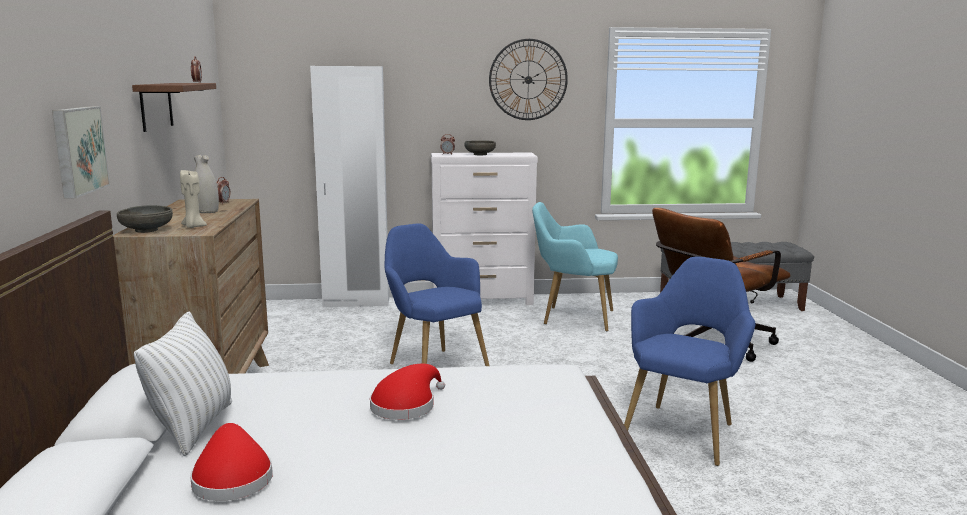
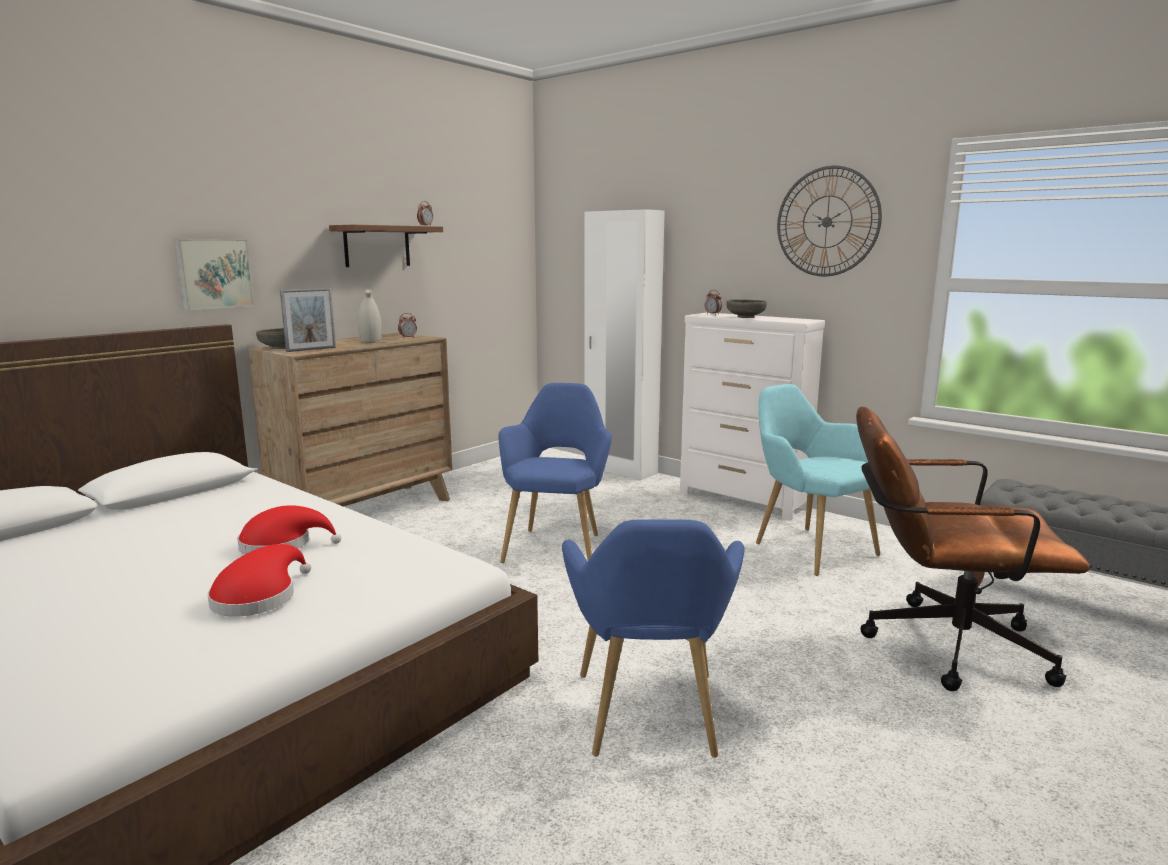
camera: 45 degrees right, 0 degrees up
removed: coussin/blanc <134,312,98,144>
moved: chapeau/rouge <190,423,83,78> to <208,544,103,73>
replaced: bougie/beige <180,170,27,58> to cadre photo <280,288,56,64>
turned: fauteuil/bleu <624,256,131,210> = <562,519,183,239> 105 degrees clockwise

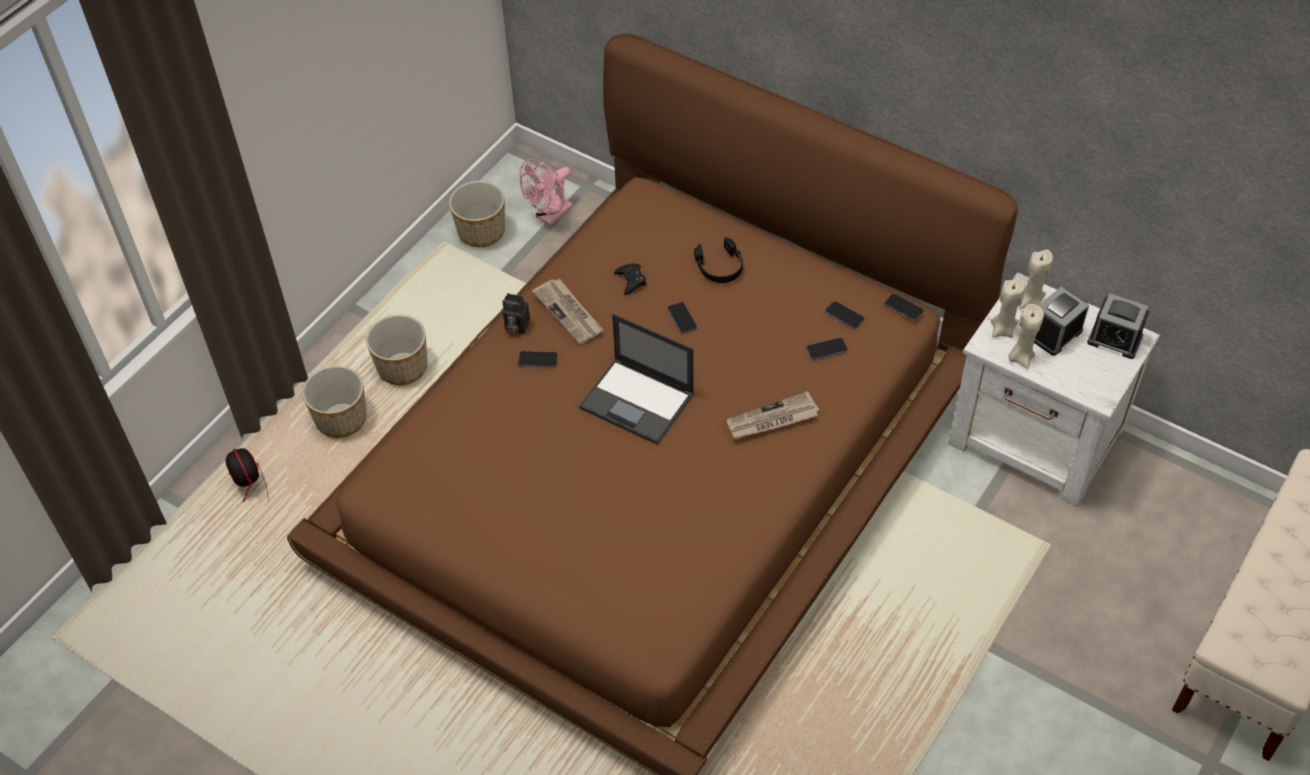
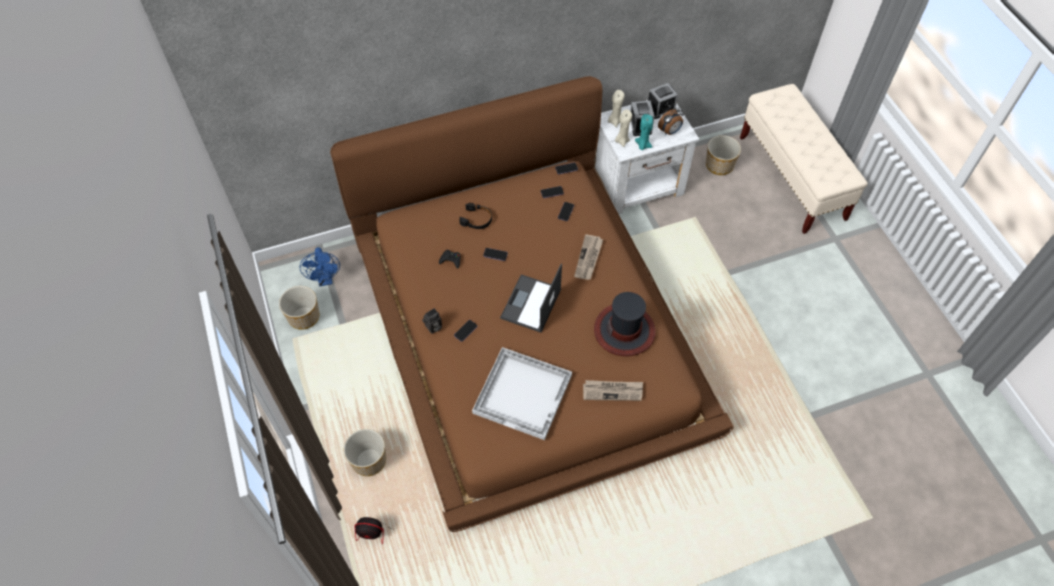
camera: 55 degrees left, 5 degrees up
added: plateau/blanc <472,347,100,93>; chapeau <594,292,62,64>; réveil <658,108,26,27>
moved: cache-pot <366,315,61,70> to <706,135,35,40>; journal <532,279,72,66> to <583,380,60,21>
recoloured: ventilateur/rose <520,159,53,67> to ventilateur/bleu <299,247,41,40>; bougie/beige <1009,304,35,65> to bougie/turquoise <635,114,18,36>
turned: ordinateur portable <579,313,115,132> = <500,263,62,70> 135 degrees clockwise

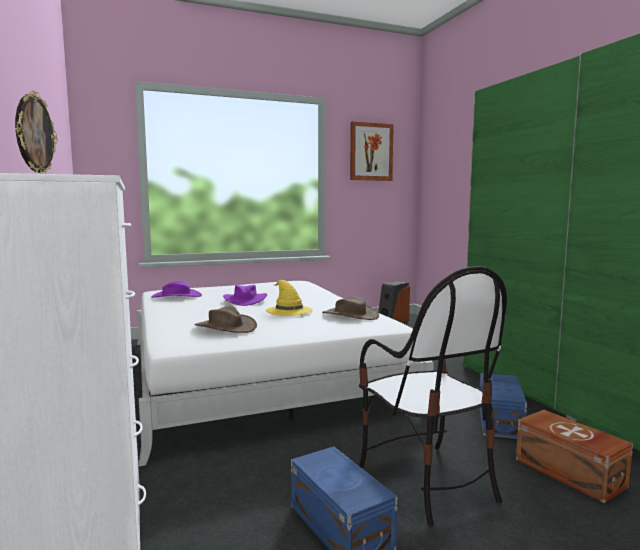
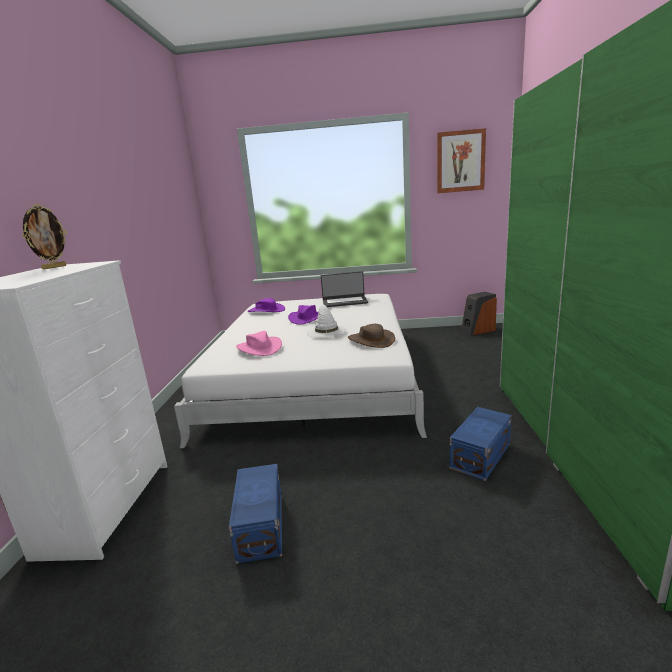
camera: 25 degrees right, 10 degrees up
removed: chaise <359,266,148,260>; boîte de rangement/marron <516,410,117,93>
added: ordinateur portable <321,271,47,36>
recoloured: chapeau/marron <194,306,63,27> to chapeau/rose <236,331,46,25>; chapeau/jaune <266,280,47,36> to chapeau/blanc <307,305,40,33>

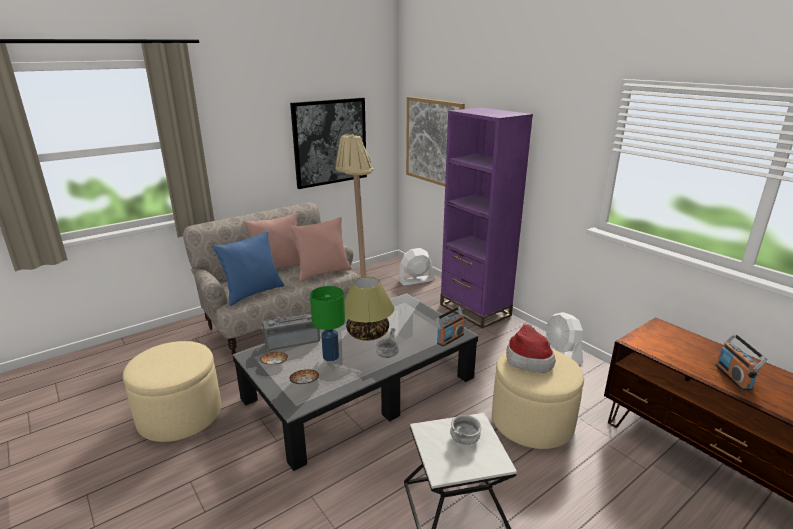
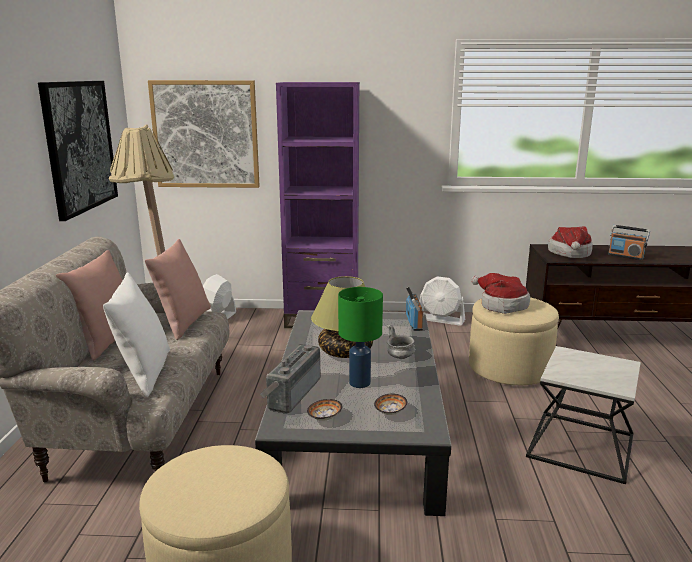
camera: 50 degrees left, 5 degrees down
removed: bol/gris <450,415,31,30>
added: chapeau <548,227,45,31>
recoloured: coussin/bleu <212,231,72,75> to coussin/blanc <103,272,67,125>

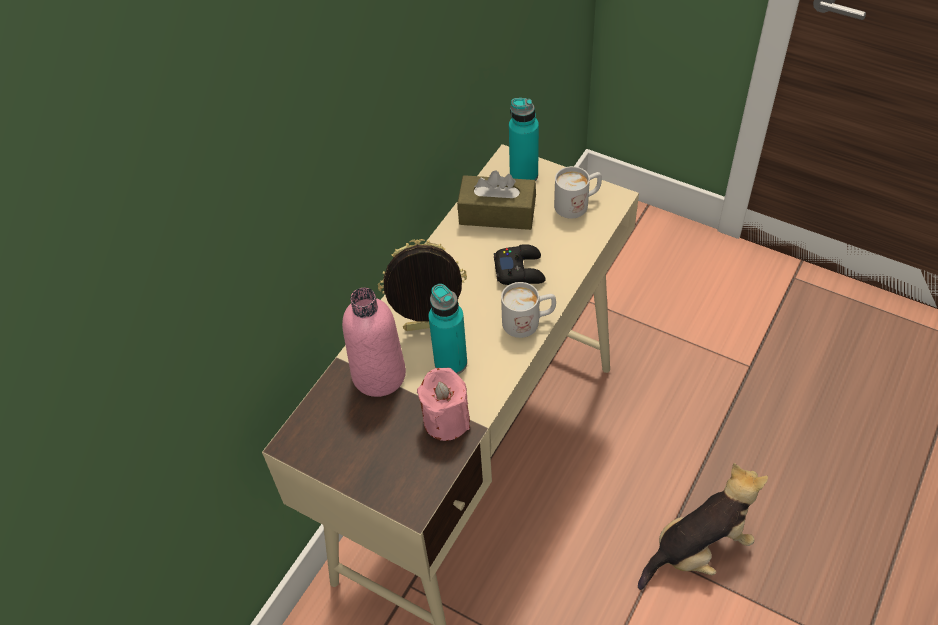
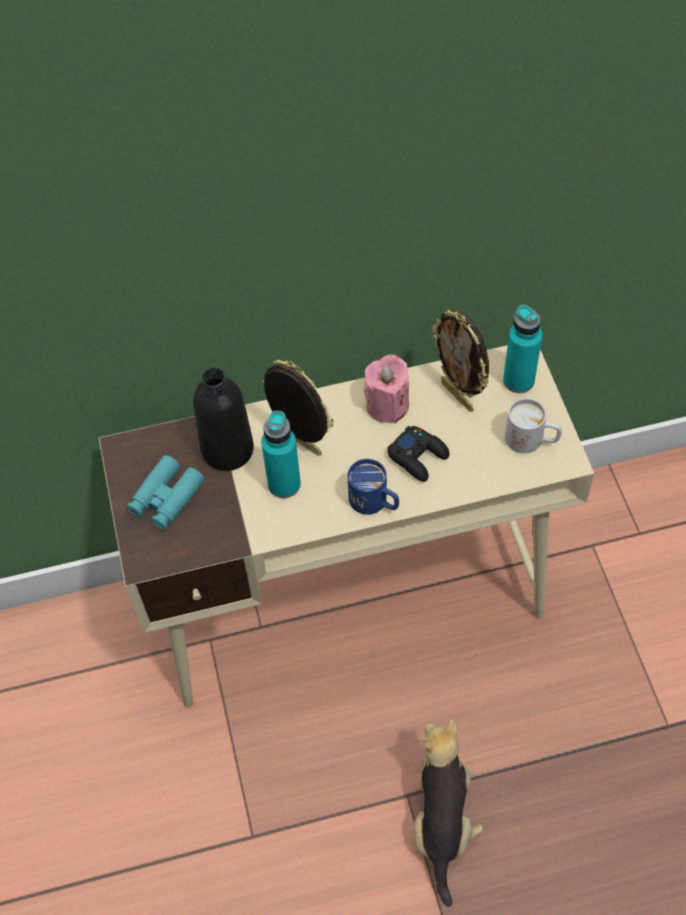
camera: 45 degrees right, 5 degrees up
added: jumelles/turquoise <127,455,78,75>
moved: bougie/rose <417,368,53,73> to <364,355,45,68>
replaced: boîte à mouchoirs/marron <457,170,79,60> to cadre photo <431,309,58,103>
recoloured: bouteille/rose <342,288,64,109> to bouteille/noir <193,368,61,103>; mug/blanc <501,282,55,56> to mug/bleu <348,459,51,56>
turned: peluche <638,463,130,127> = <414,720,70,187> 105 degrees counterclockwise

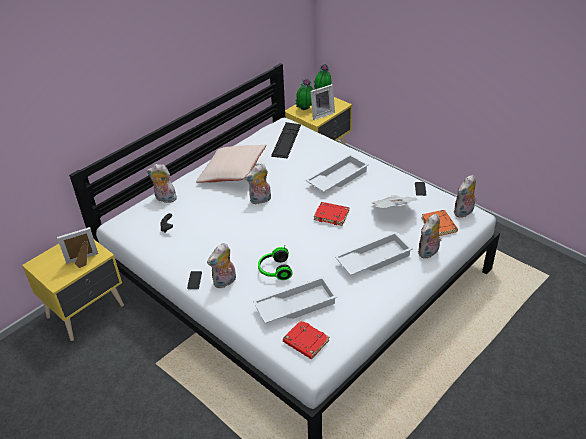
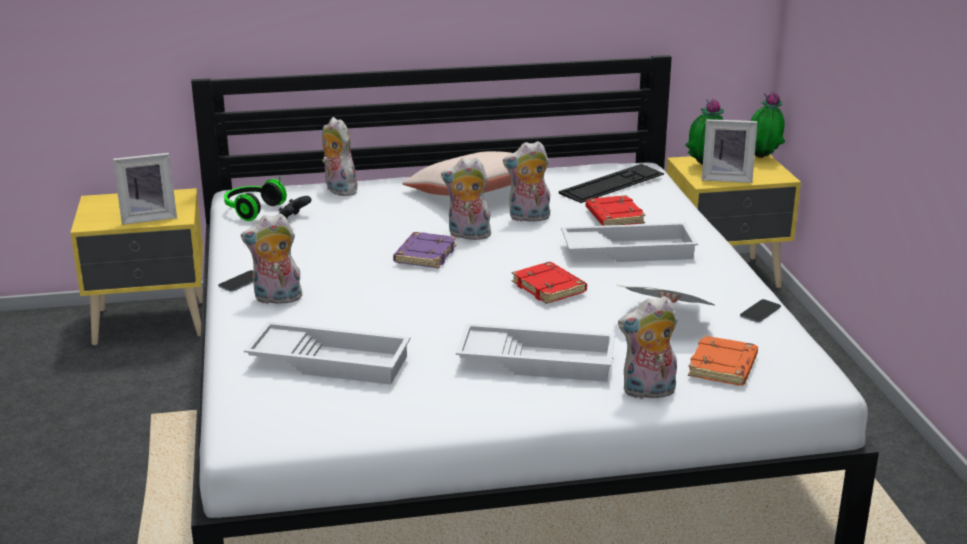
camera: 35 degrees right, 15 degrees down
added: livre/violet <393,232,63,36>
moved: casque audio <258,246,35,34> to <224,176,63,45>; livre/rouge <283,320,47,39> to <586,195,60,31>; peluche <453,175,23,43> to <503,141,47,81>
turned: cadre photo <57,227,41,41> = <113,153,64,72> 150 degrees clockwise

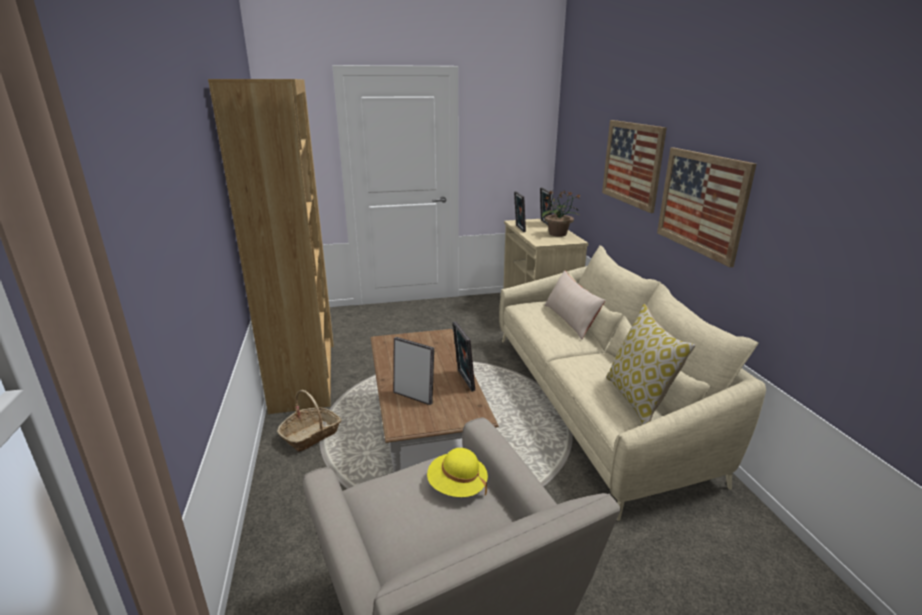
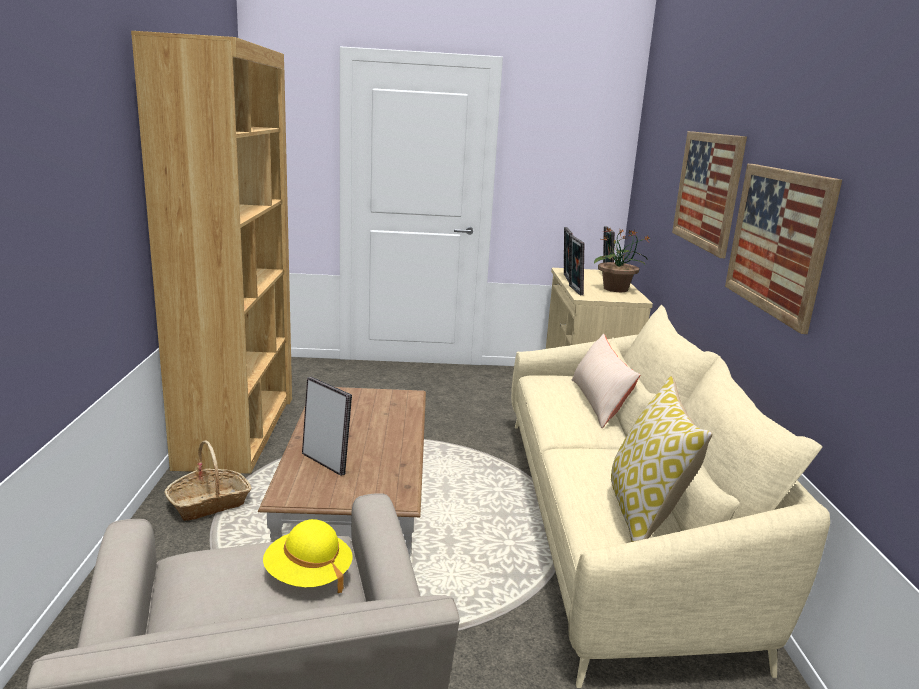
camera: 10 degrees right, 5 degrees down
moved: cadre photo <452,321,23,70> to <569,235,15,60>

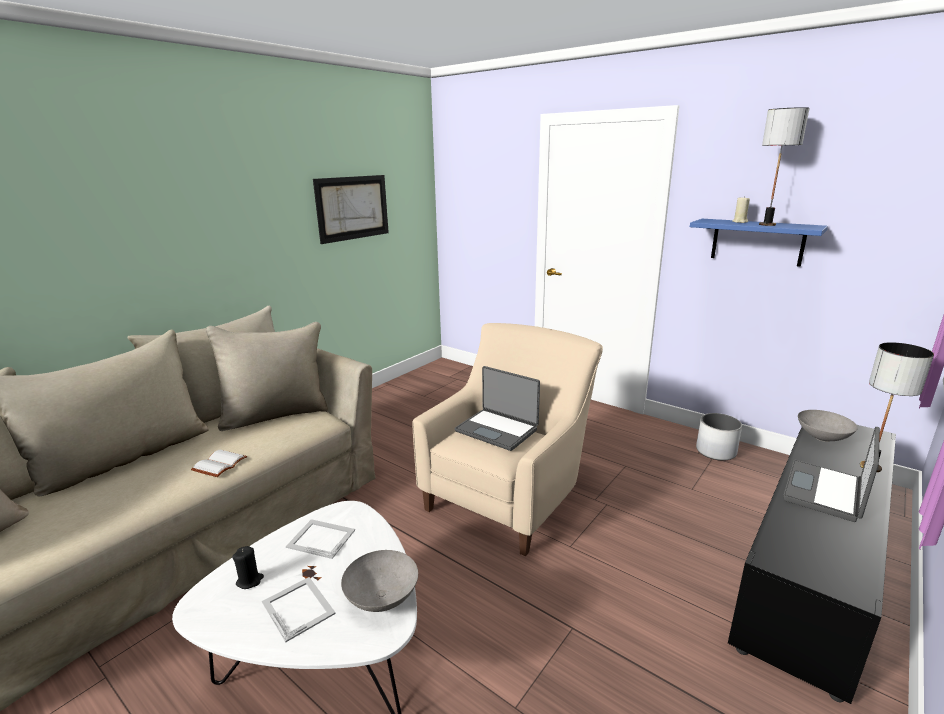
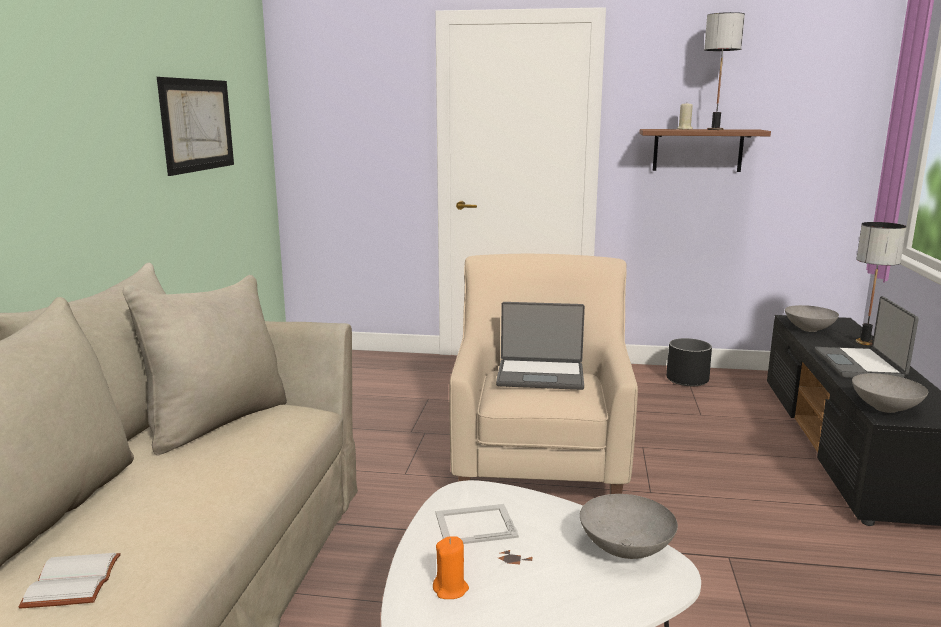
camera: 30 degrees left, 5 degrees down
removed: cadre photo <262,577,74,66>
added: bol/gris <852,373,76,40>
moved: livre/blanc <191,450,56,27> to <19,553,102,56>
recoloured: bougie/noir <232,546,32,43> to bougie/orange <433,536,36,63>; étagère/bleu <690,219,138,48> to étagère/marron <639,129,132,43>; cache-pot/blanc <696,413,46,48> to cache-pot/noir <666,338,46,48>

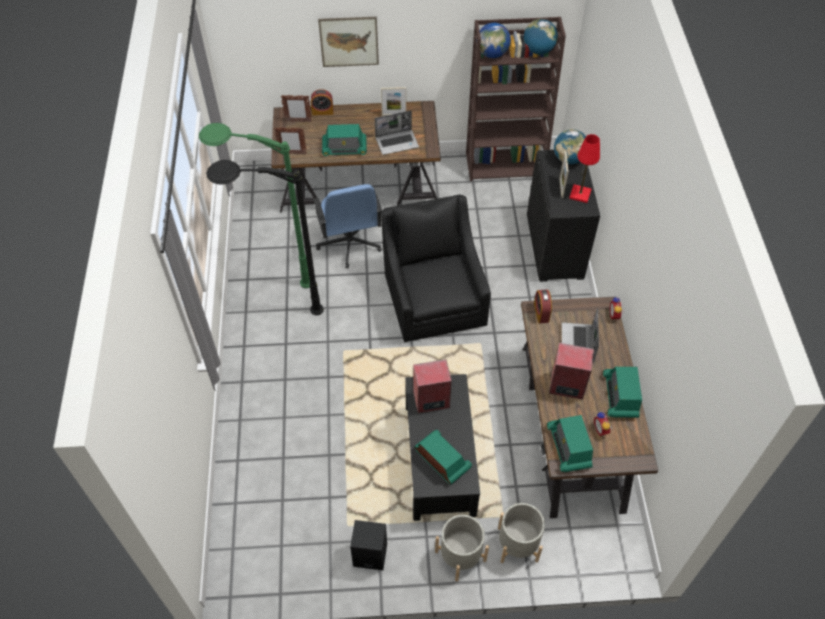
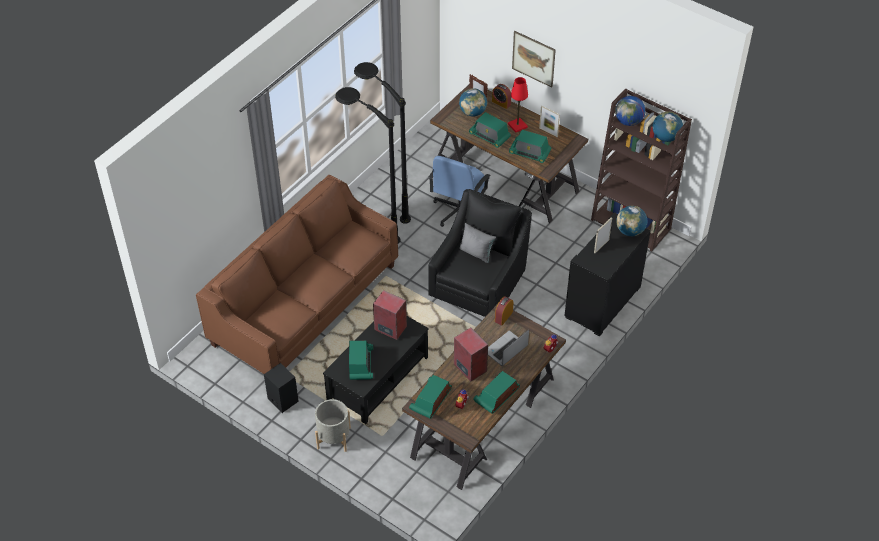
camera: 40 degrees right, 5 degrees down
removed: cadre photo <274,128,33,26>; cache-pot/gris <498,503,47,60>
added: canapé/marron <196,175,202,199>; globe <459,88,28,28>; coussin/gris <459,223,37,40>
moved: lampe de table/rouge <569,134,31,69> to <508,77,20,56>
replaced: ordinateur portable <375,111,44,44> to radio <509,130,42,33>
recoloured: lampadaire/vert <199,123,111,165> to lampadaire/noir <354,62,57,162>

